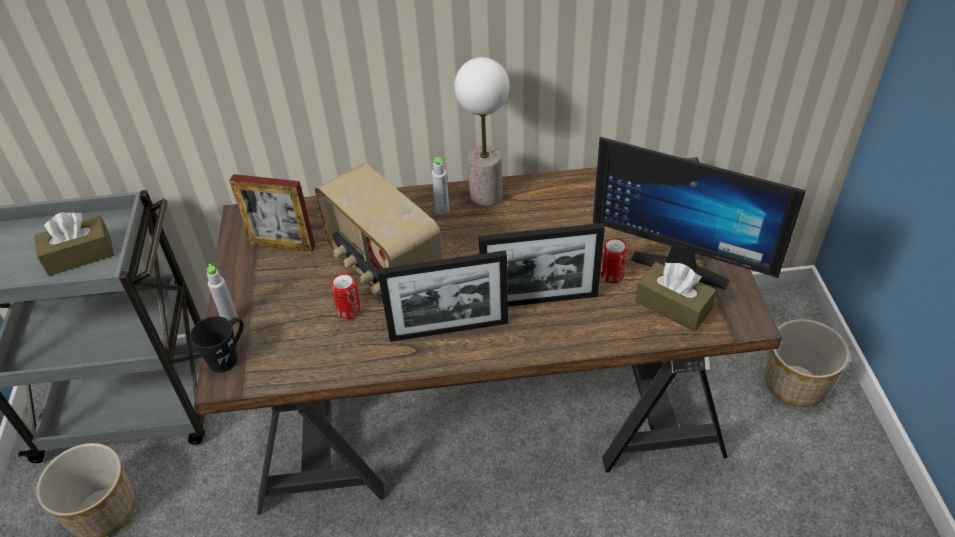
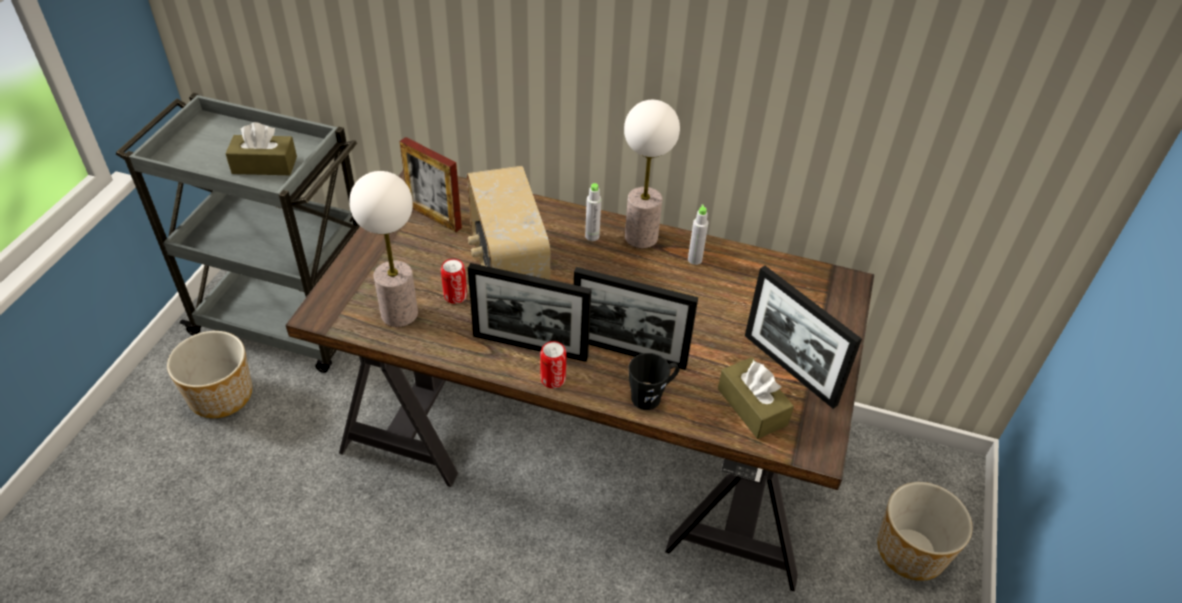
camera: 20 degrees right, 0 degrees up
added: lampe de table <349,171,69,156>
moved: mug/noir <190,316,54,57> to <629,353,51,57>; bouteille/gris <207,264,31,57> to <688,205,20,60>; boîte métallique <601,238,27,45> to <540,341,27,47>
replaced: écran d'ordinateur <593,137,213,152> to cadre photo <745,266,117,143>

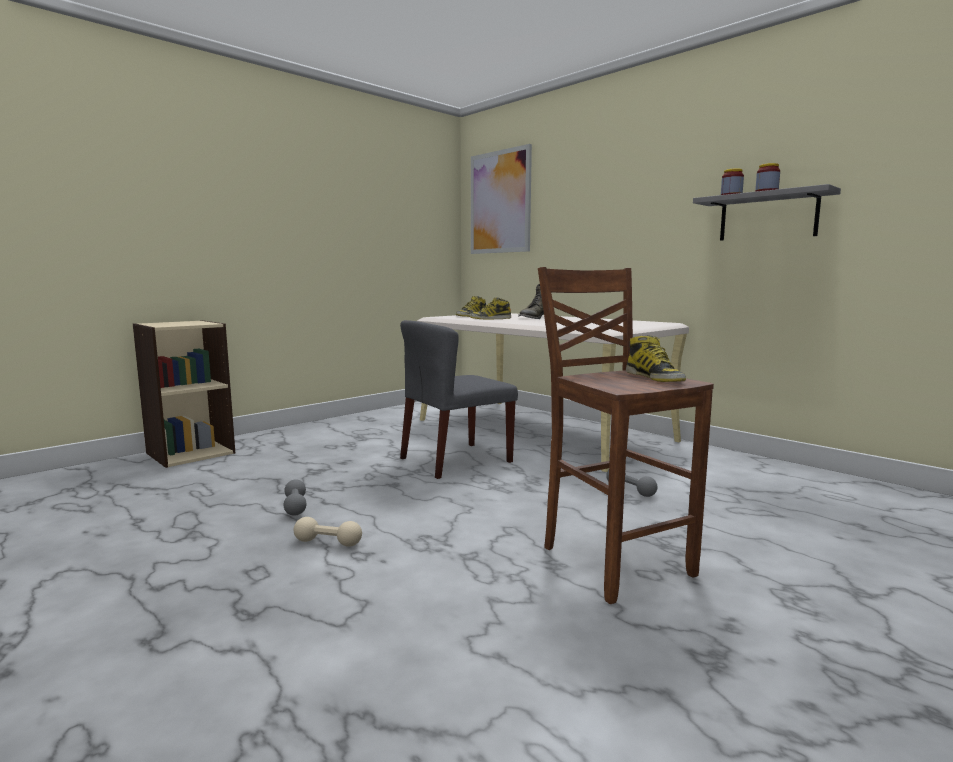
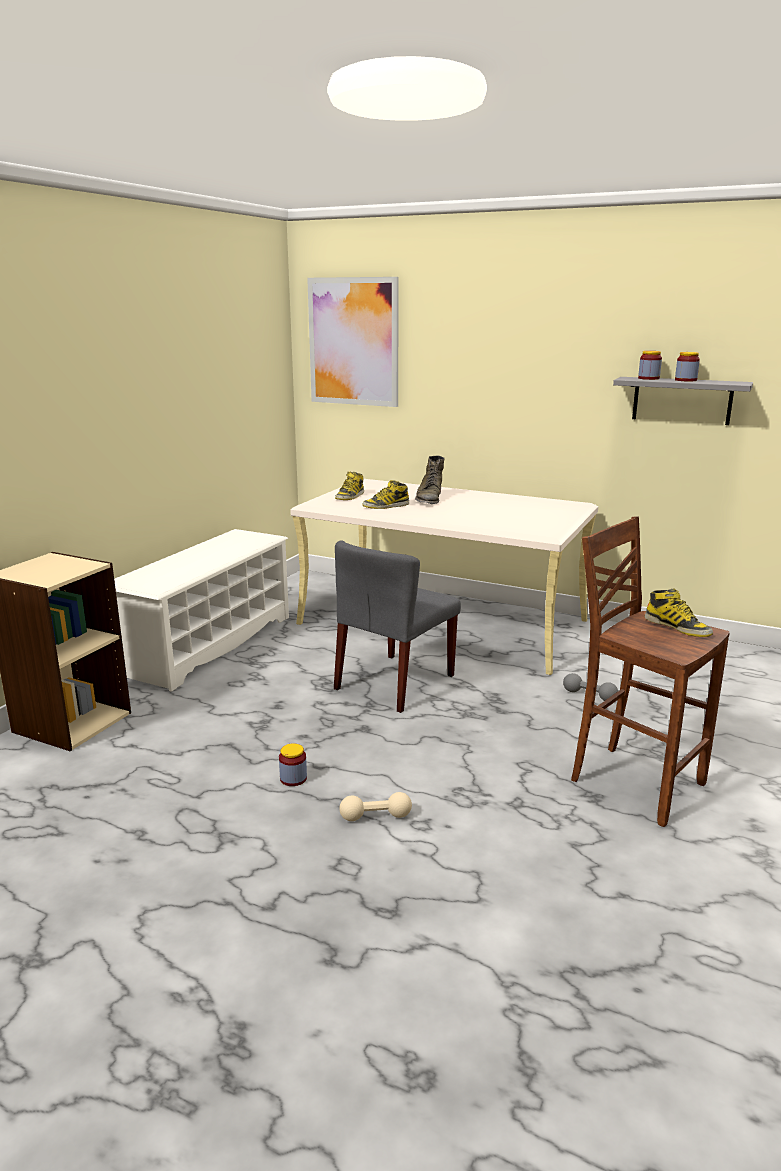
camera: 20 degrees left, 10 degrees up
added: étagère à chaussures/blanc <114,529,175,163>
replaced: haltère/gris <284,479,22,37> to bocal <279,743,28,43>

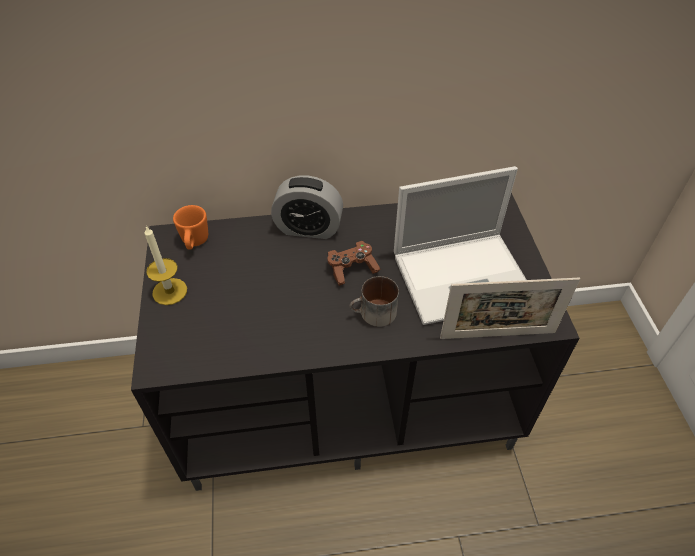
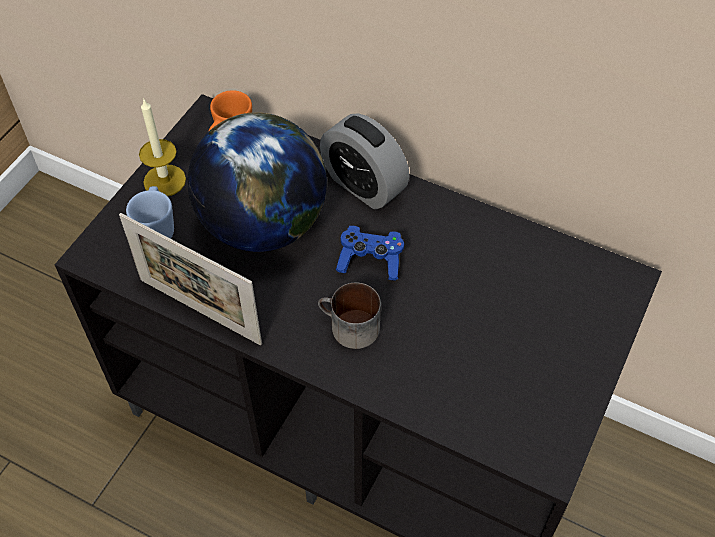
camera: 35 degrees right, 5 degrees up
removed: ordinateur portable <394,166,132,159>
added: mug/bleu <126,186,48,53>; globe <188,112,139,140>
moved: cadre photo <440,278,140,61> to <119,213,143,132>
recoloured: manette/marron <327,241,53,45> to manette/bleu <336,226,68,55>

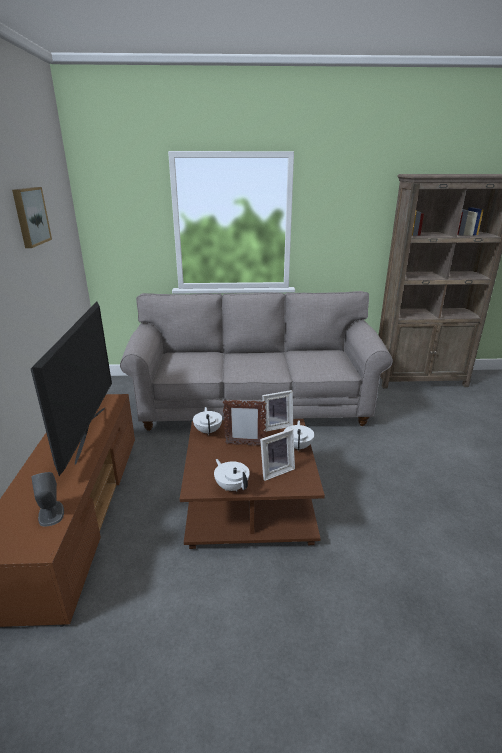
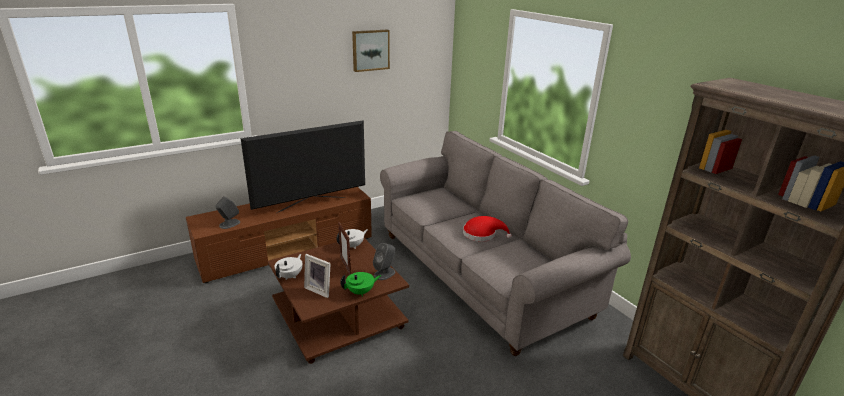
camera: 60 degrees right, 0 degrees up
added: chapeau/rouge <463,216,49,26>
replaced: cadre photo <262,390,31,42> to enceinte/gris <373,243,22,37>
recoloured: théière/blanc <284,420,30,30> to théière/vert <340,272,41,25>

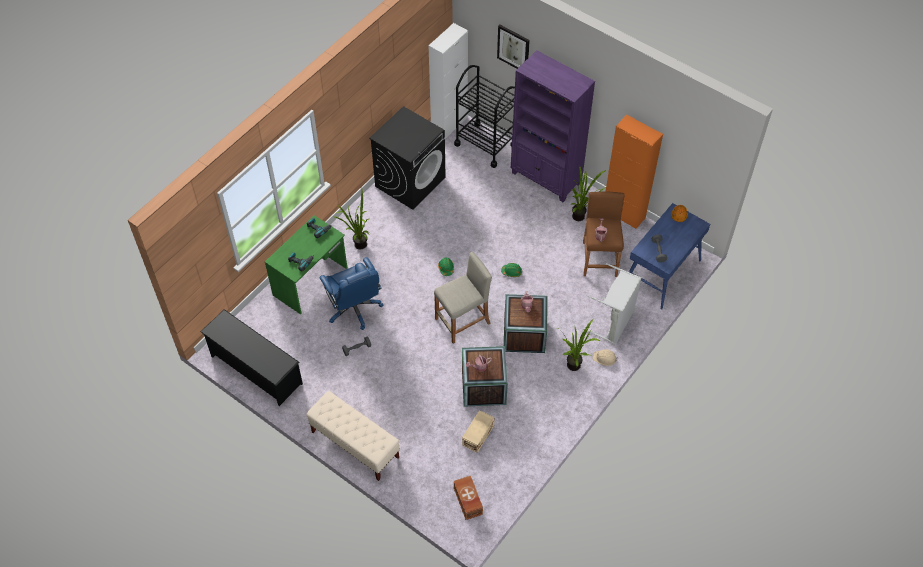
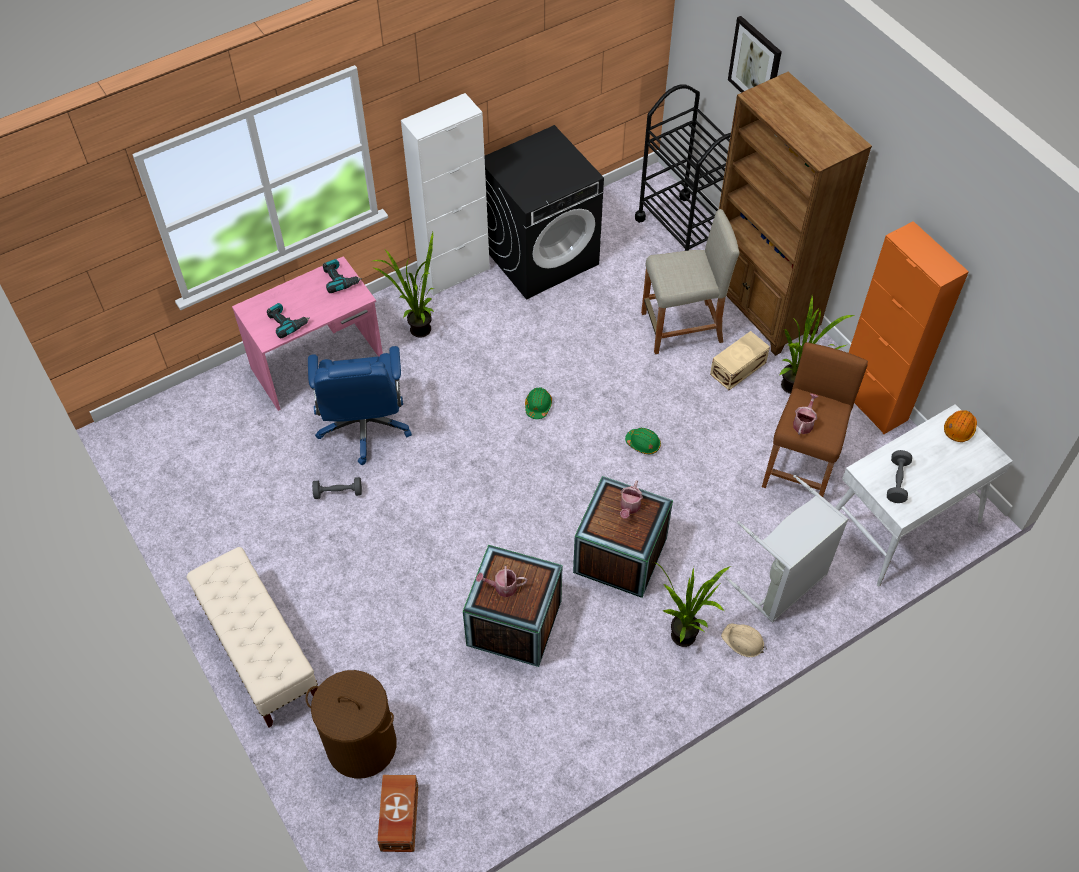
camera: 20 degrees right, 0 degrees up
removed: étagère à chaussures/noir <200,309,103,97>
added: panier à linge/marron <306,670,91,109>
moved: meuble de rangement/blanc <429,23,39,116> to <401,93,89,203>; tabouret/beige <434,252,58,92> to <641,209,98,145>; boîte de rangement/beige <462,410,33,43> to <710,331,60,59>
recoloured: bureau/vert <265,215,82,100> to bureau/rose <232,256,151,155>; bibliothèque/violet <511,50,84,152> to bibliothèque/marron <719,72,153,284>; bureau/bleu <629,203,81,107> to bureau/blanc <835,404,178,182>

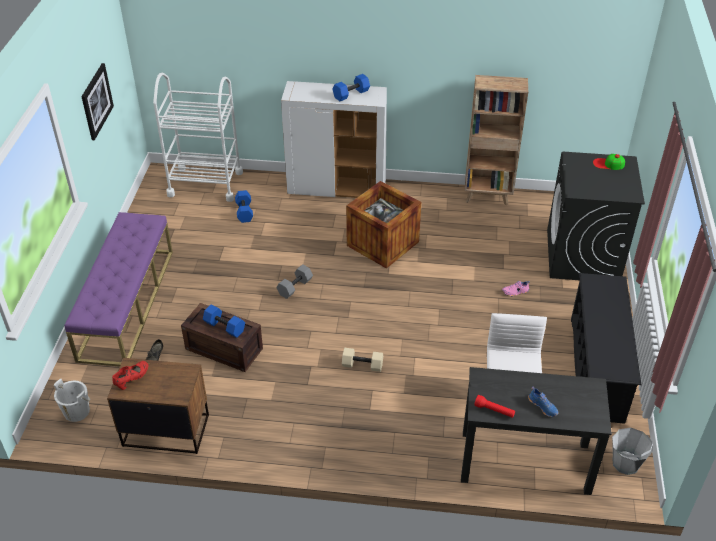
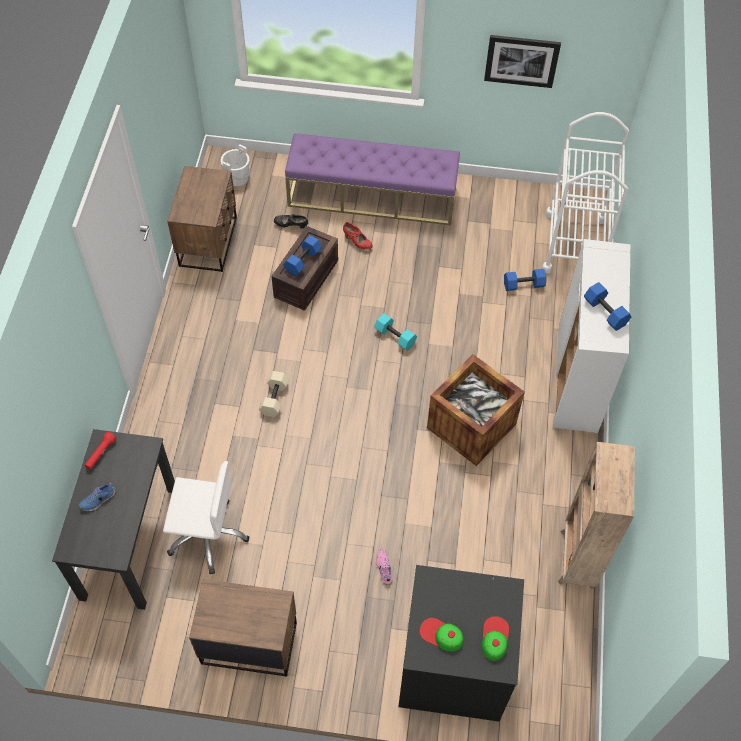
camera: 90 degrees right, 15 degrees up
removed: seau/gris <612,428,41,47>
added: casquette <420,618,43,34>
moved: chaussure/rouge <112,361,36,29> to <343,222,30,27>
replaced: étagère à chaussures/noir <571,273,70,151> to table de chevet/marron <189,579,108,98>
recoloured: haltère/gris <276,264,37,35> to haltère/turquoise <374,313,43,38>

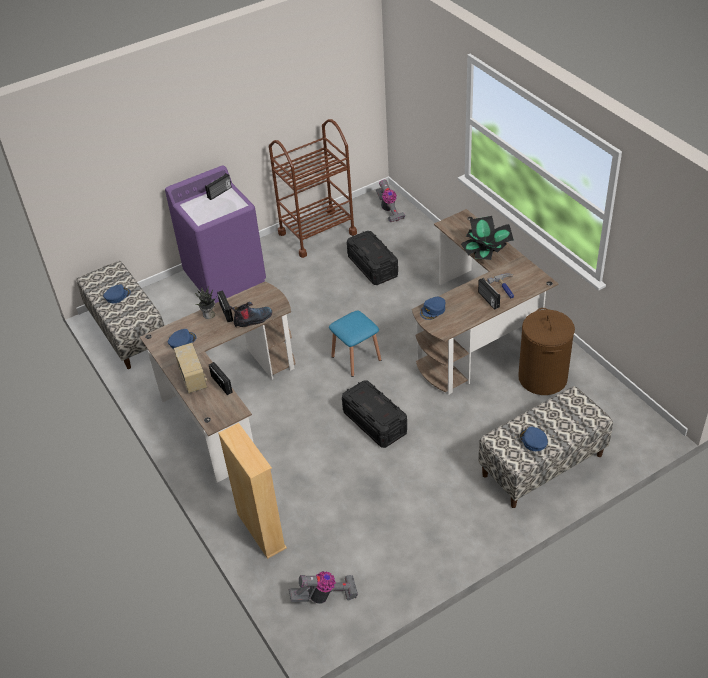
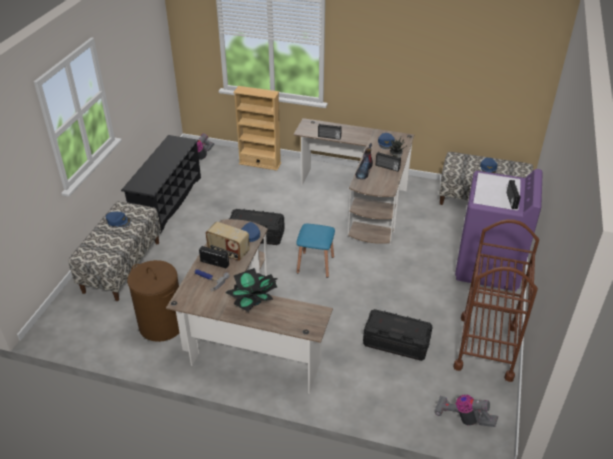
camera: 135 degrees right, 5 degrees down
added: étagère à chaussures/noir <121,135,80,98>
moved: radio <174,343,33,51> to <205,222,45,39>

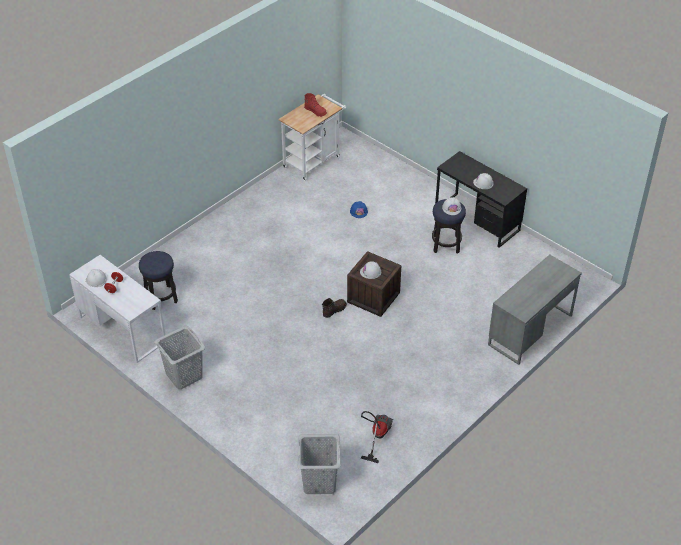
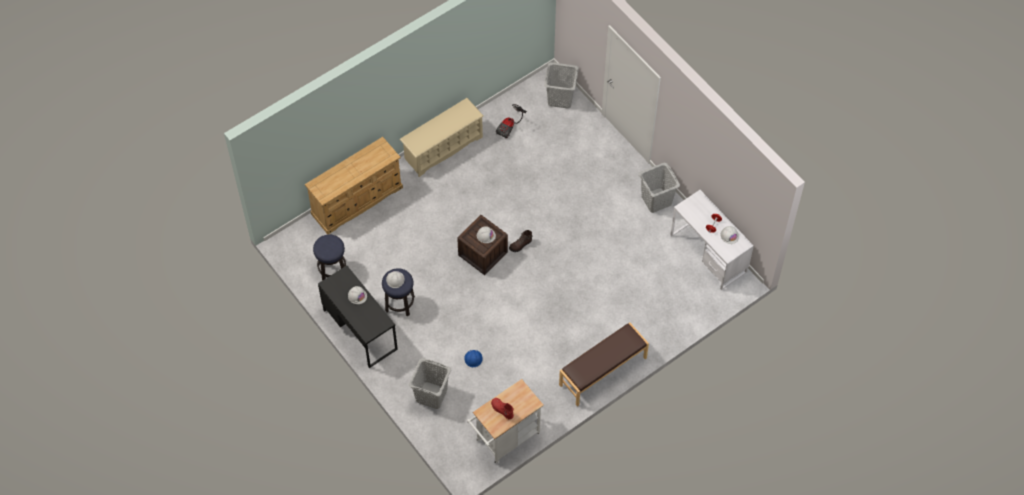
camera: 170 degrees left, 15 degrees up
added: étagère à chaussures/beige <400,98,83,79>; panier à linge/gris <409,358,42,51>; banc/marron <559,323,90,84>
moved: tabouret <139,251,39,59> to <313,235,33,46>
replaced: bureau/gris <488,254,94,111> to commode/beige <305,137,98,98>

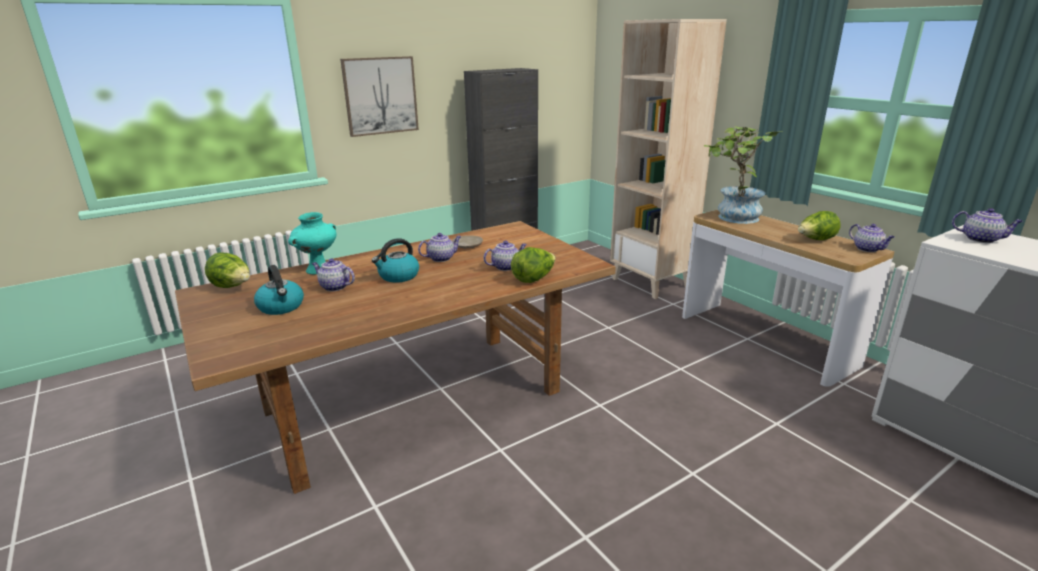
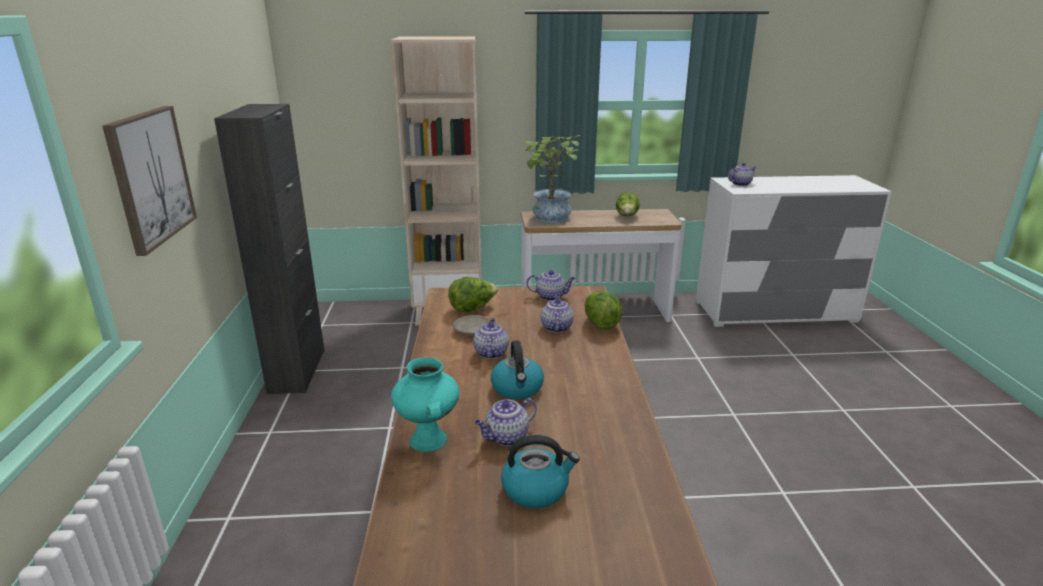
camera: 60 degrees left, 0 degrees up
moved: laitue <205,253,45,35> to <448,277,50,36>; théière <849,224,46,28> to <526,270,49,31>

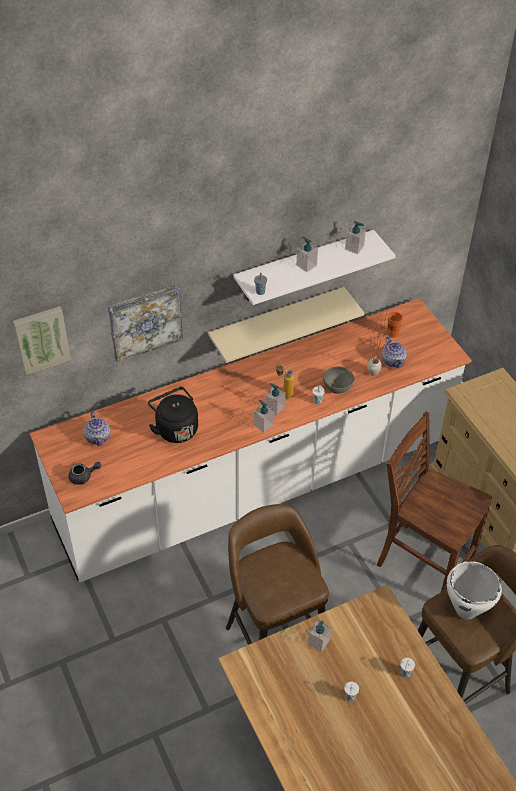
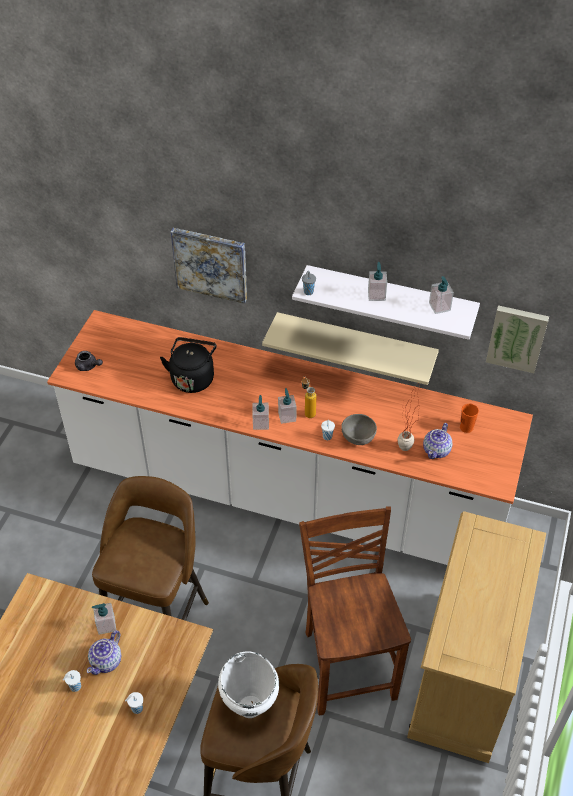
camera: 45 degrees right, 0 degrees up
moved: tableau <13,306,58,69> to <486,305,63,68>; théière <84,411,26,35> to <87,630,34,45>

